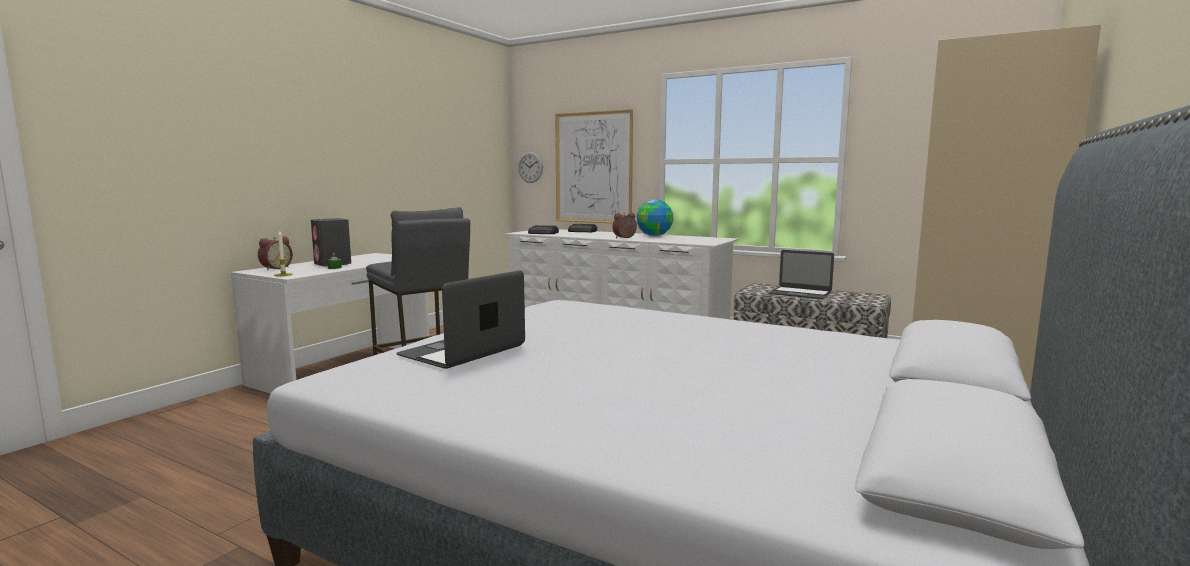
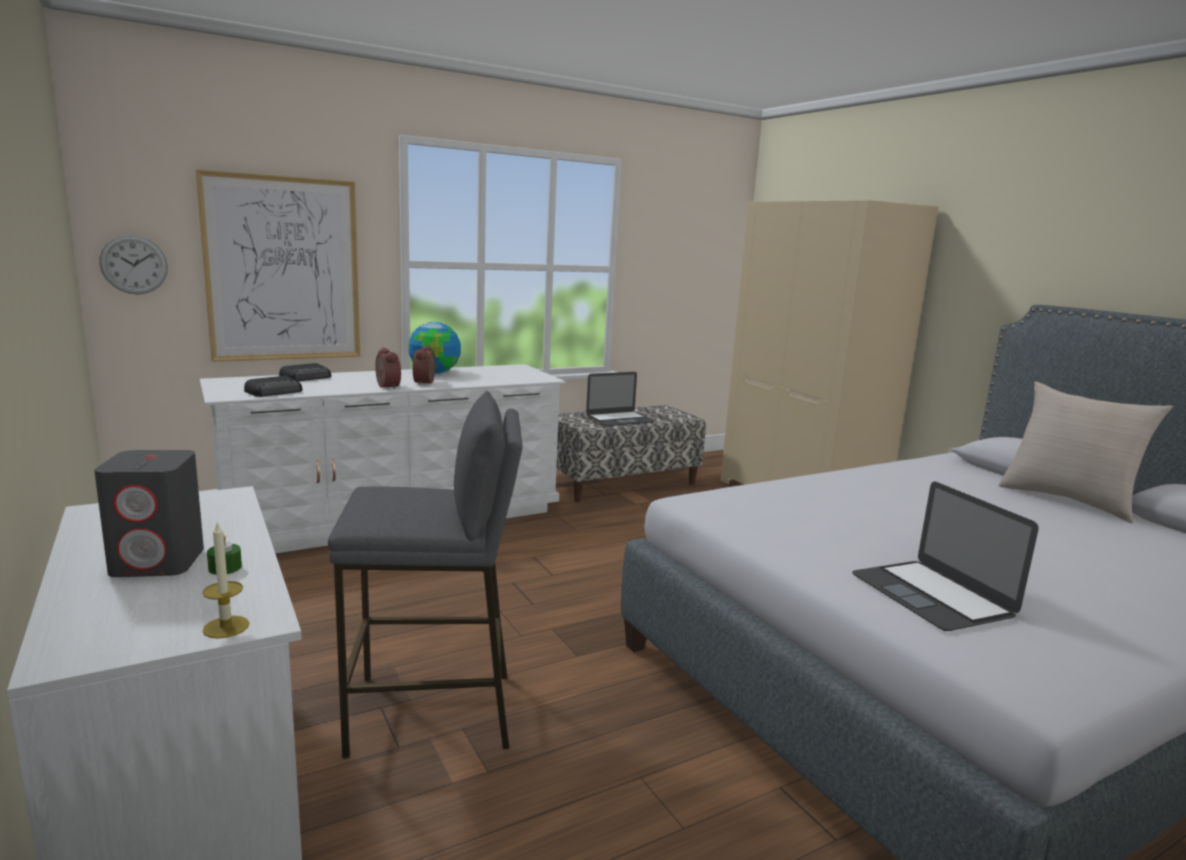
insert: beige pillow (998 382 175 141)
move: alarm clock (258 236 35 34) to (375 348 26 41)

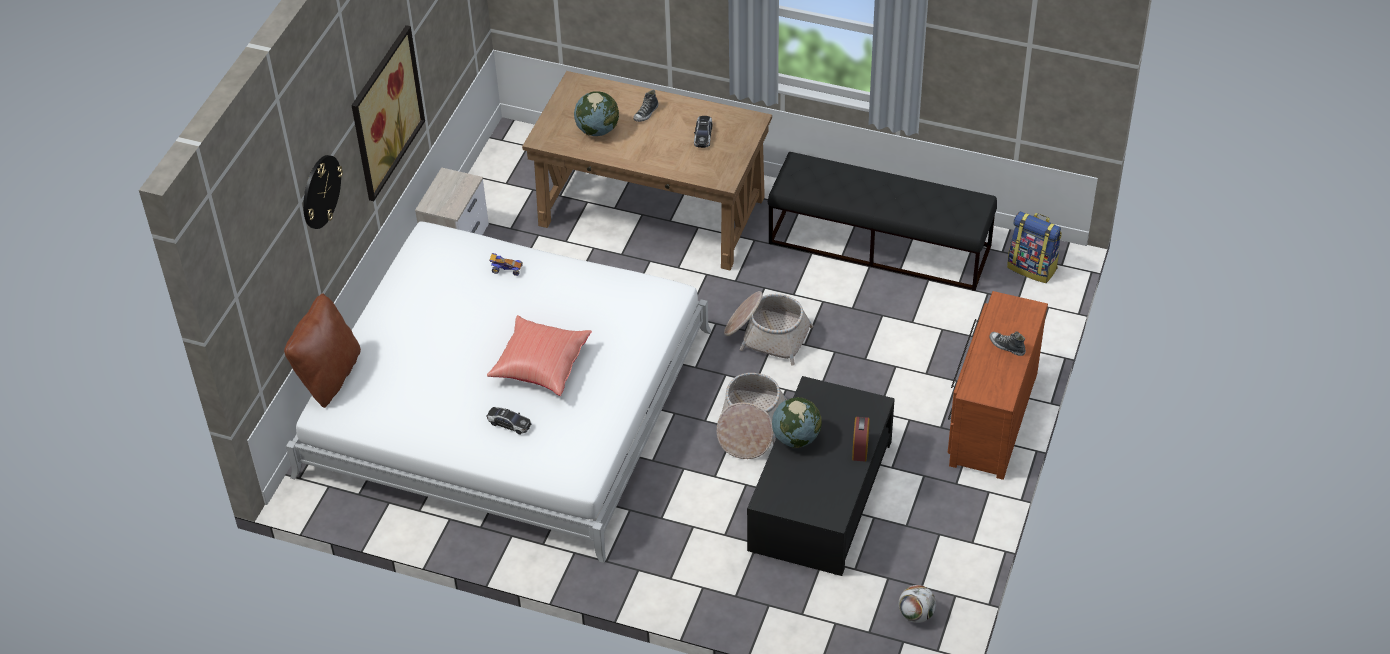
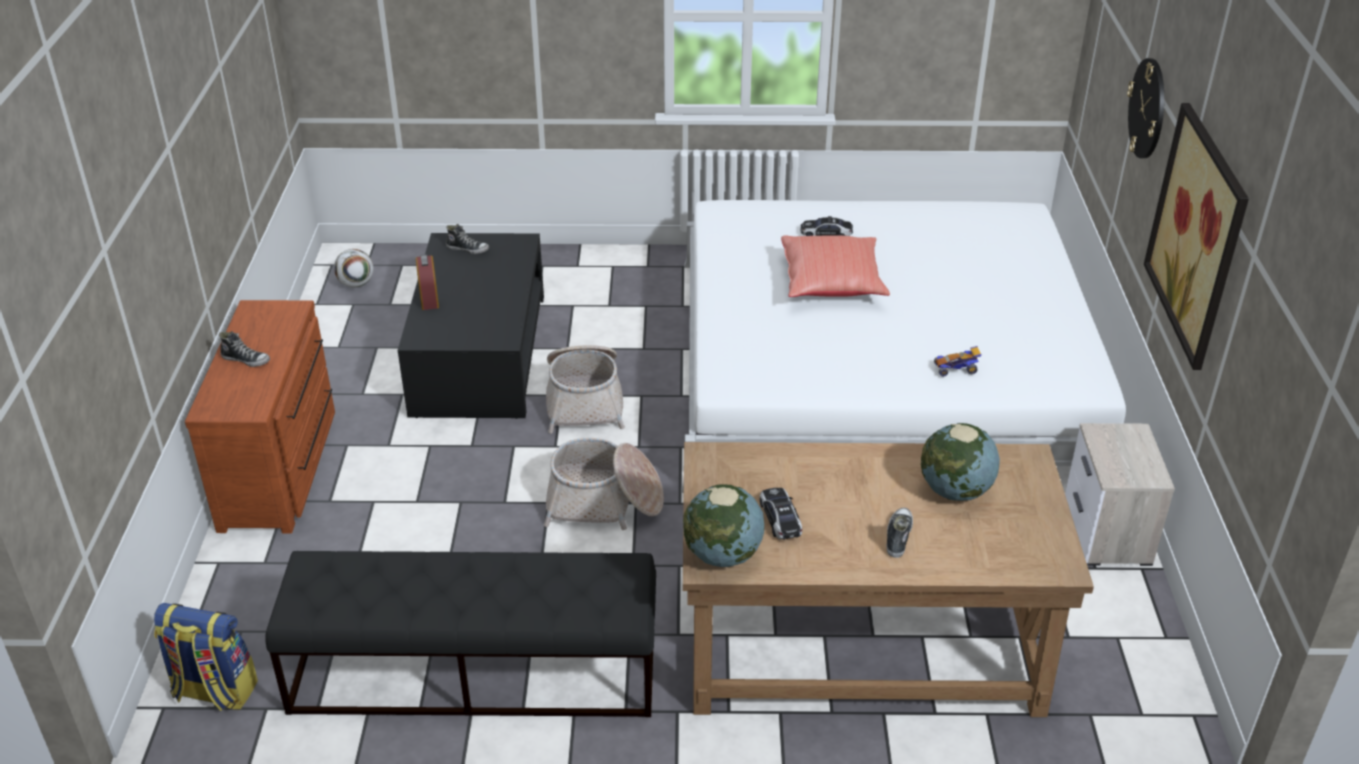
delete: brown pillow (284 293 77 115)
insert: shoe (446 224 43 30)
move: globe (772 397 50 51) to (683 484 81 83)

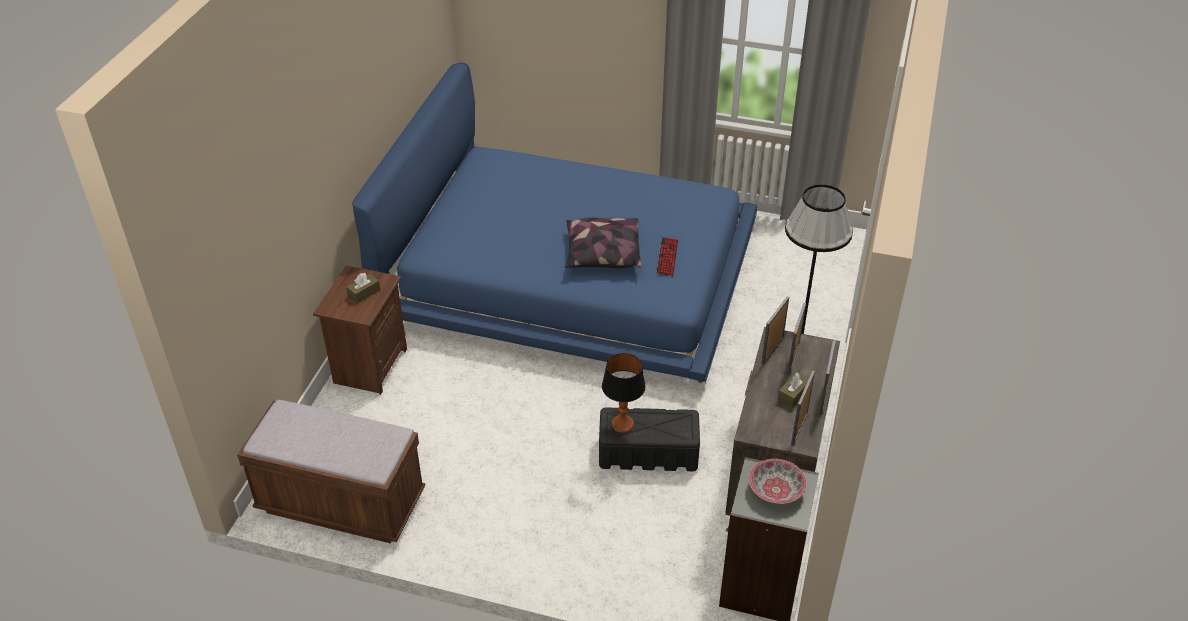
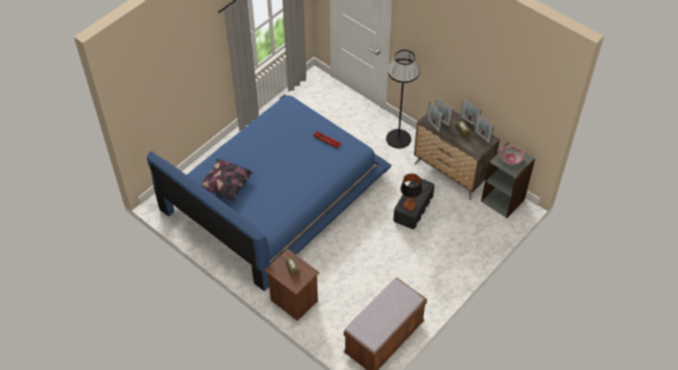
move: pillow (565 218 77 50) to (201 159 53 43)

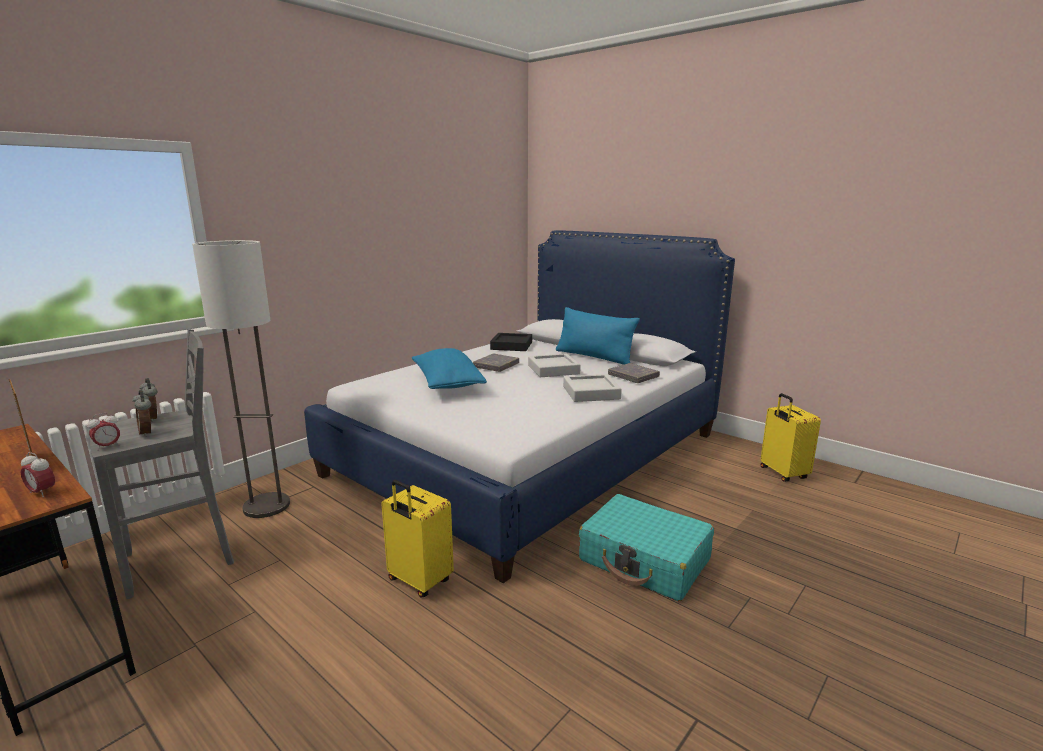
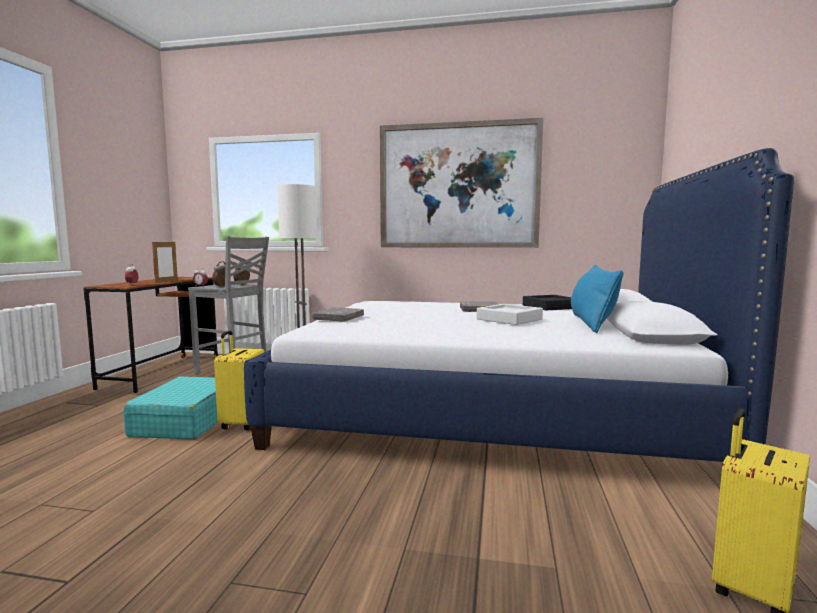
delete: blue pillow (412 348 75 41); grey tray (563 374 59 28)
insert: picture (380 118 163 130)
move: turquoise suitcase (579 494 135 107) to (123 376 95 64); grey book (608 363 52 20) to (312 307 52 14)

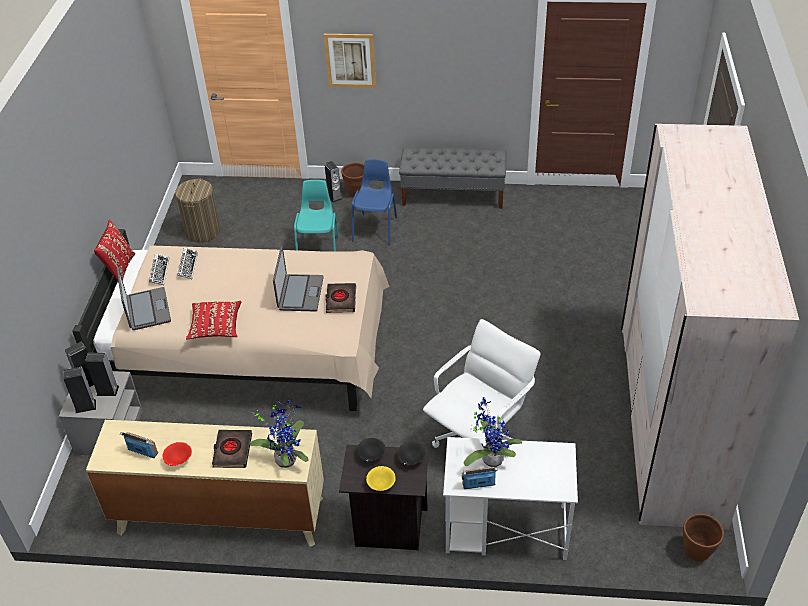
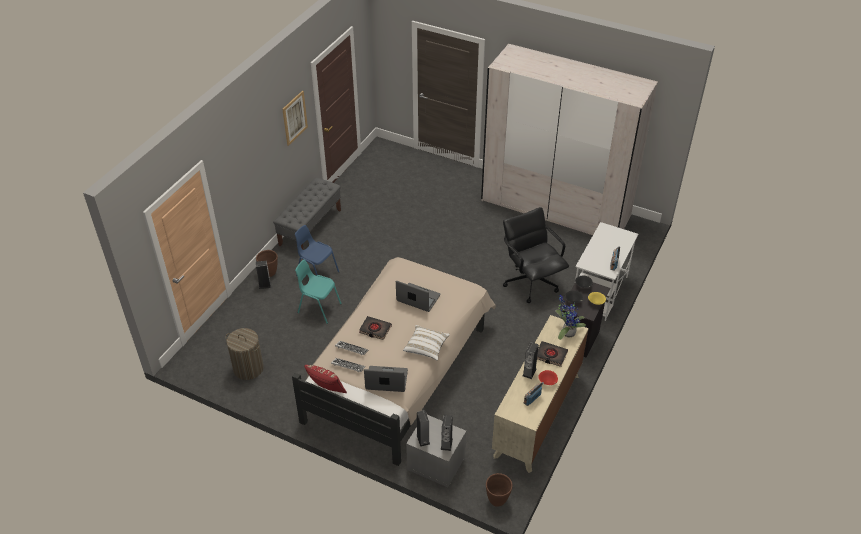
delete: potted plant (464 397 58 70)
move: speaker (85 353 34 43) to (523 342 16 37); picture (324 34 52 54) to (282 91 26 55); black book (326 283 30 30) to (359 316 33 24); brown planter (683 514 41 48) to (486 473 27 34)
recolor: red pillow (186 301 55 39) to white pillow (403 325 47 35); white office chair (423 319 118 129) to black office chair (503 207 66 96)

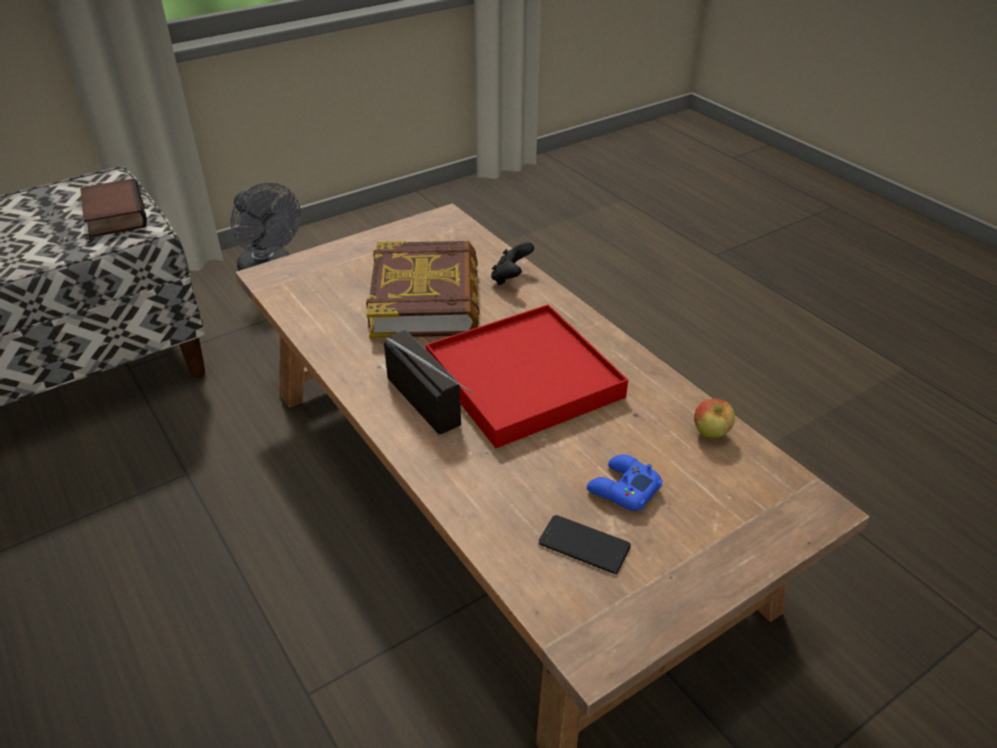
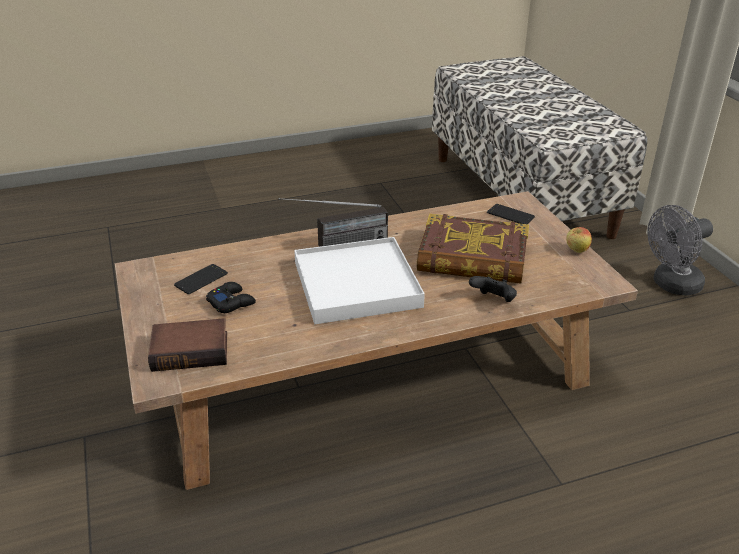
insert: phone (487 204 48 20)
move: book (80 178 67 60) to (148 318 79 54); apple (694 399 41 39) to (566 227 26 26)
recolor: red tray (426 304 202 144) to white tray (294 237 131 87); blue game controller (587 455 76 56) to black game controller (206 282 50 31)

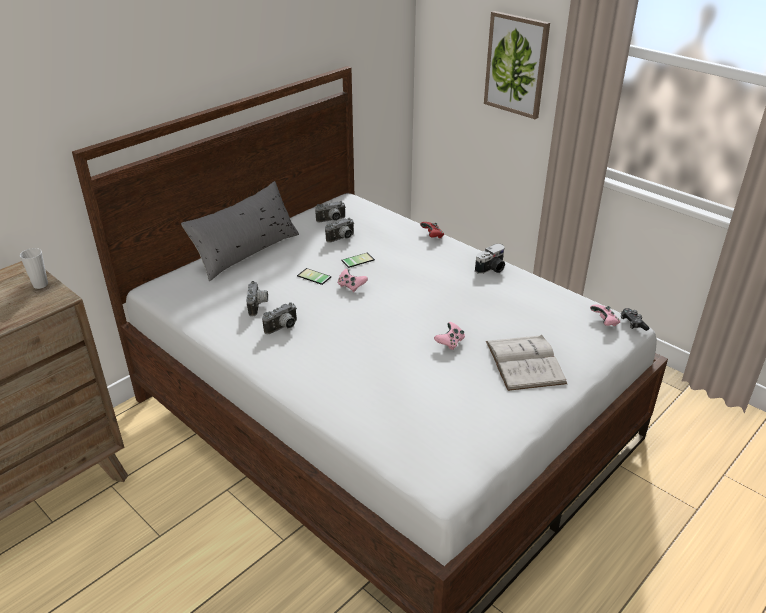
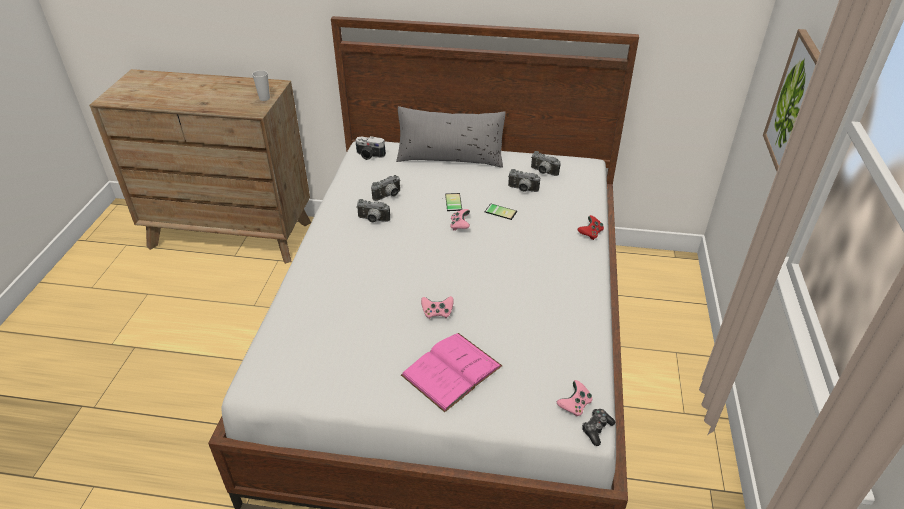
move: photo camera (475 244 30 30) to (355 136 31 24)
recolor: white book (486 335 82 56) to pink book (401 333 101 79)

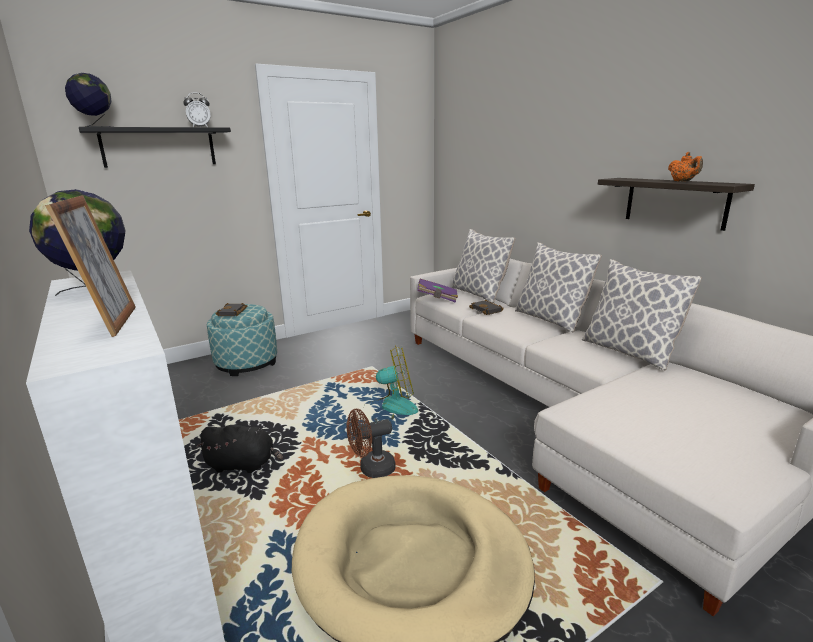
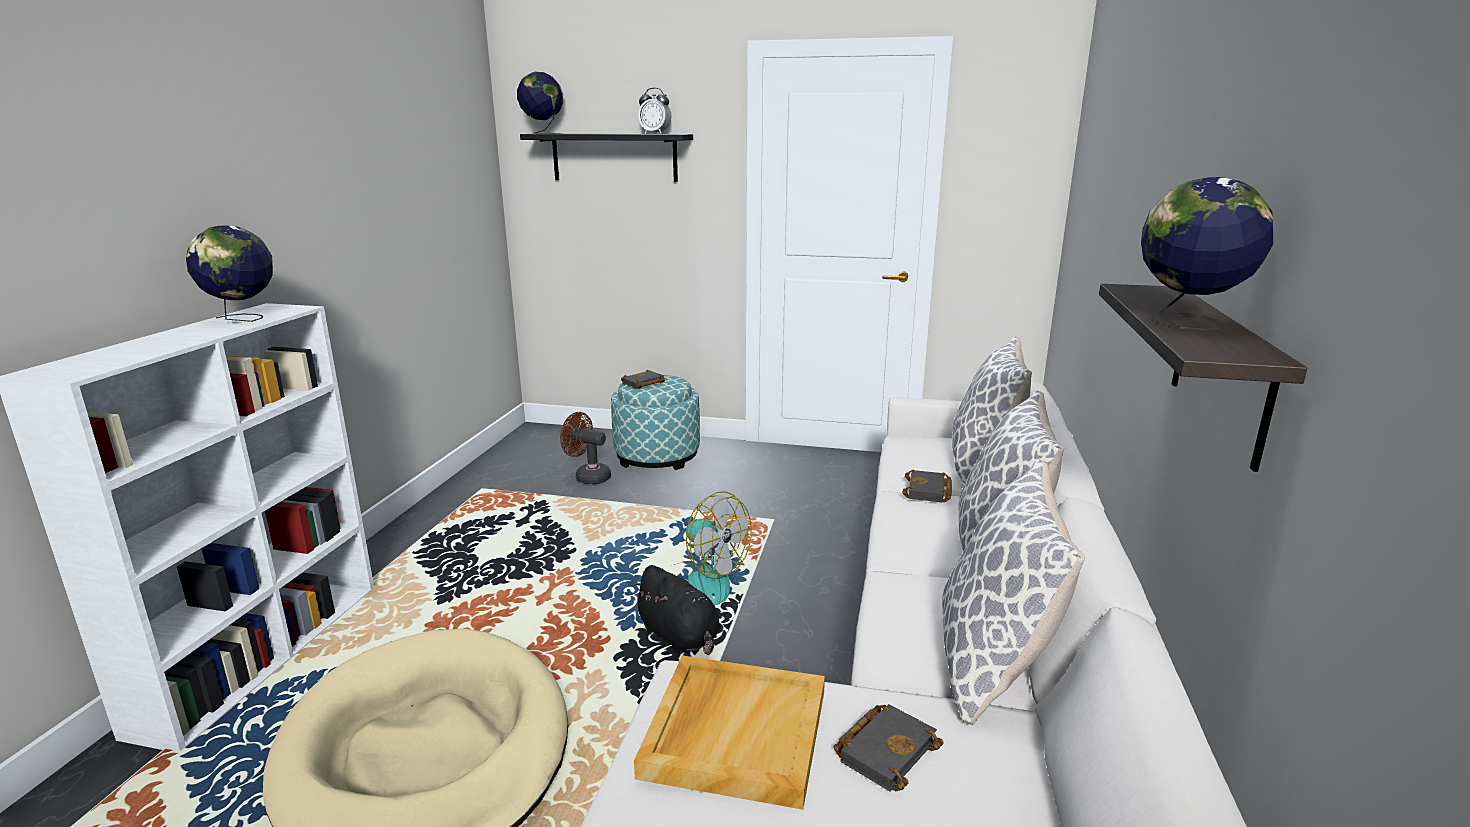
delete: picture frame (45 195 91 142); purple book (417 279 41 24)
insert: beige tray (634 656 191 154); black book (834 704 110 88)
move: black plush toy (196 425 87 48) to (632 565 89 90); brown fan (347 409 49 69) to (560 412 51 73)
replace: orange teapot (668 152 35 30) to globe (1141 177 132 153)

